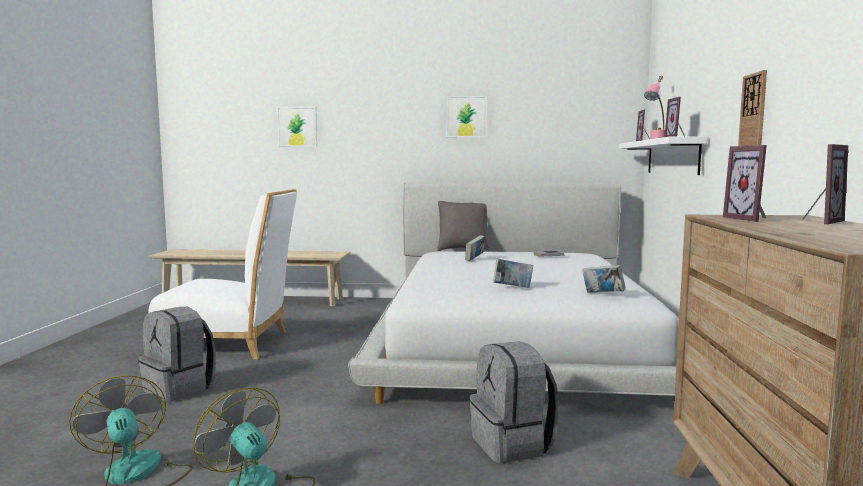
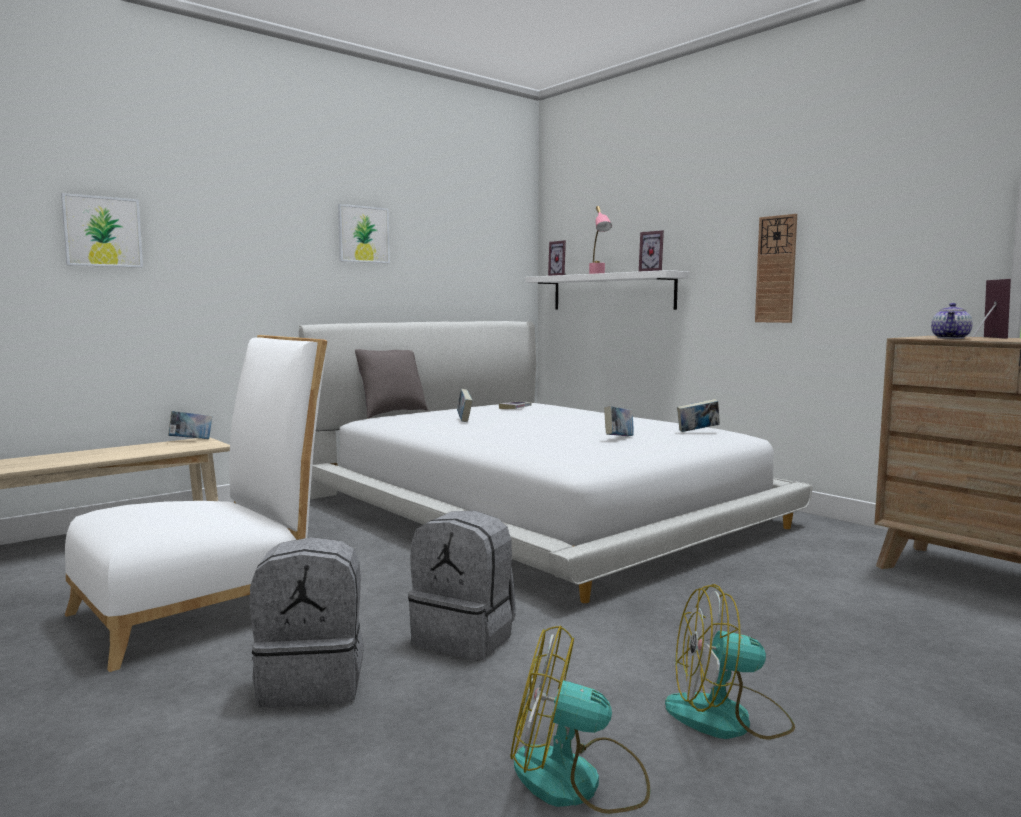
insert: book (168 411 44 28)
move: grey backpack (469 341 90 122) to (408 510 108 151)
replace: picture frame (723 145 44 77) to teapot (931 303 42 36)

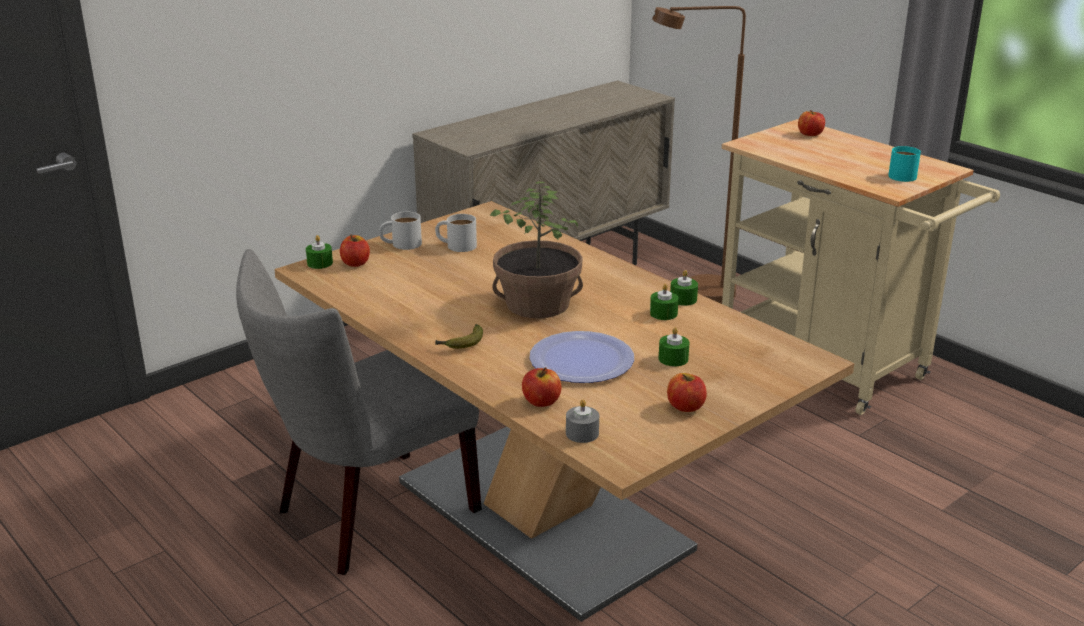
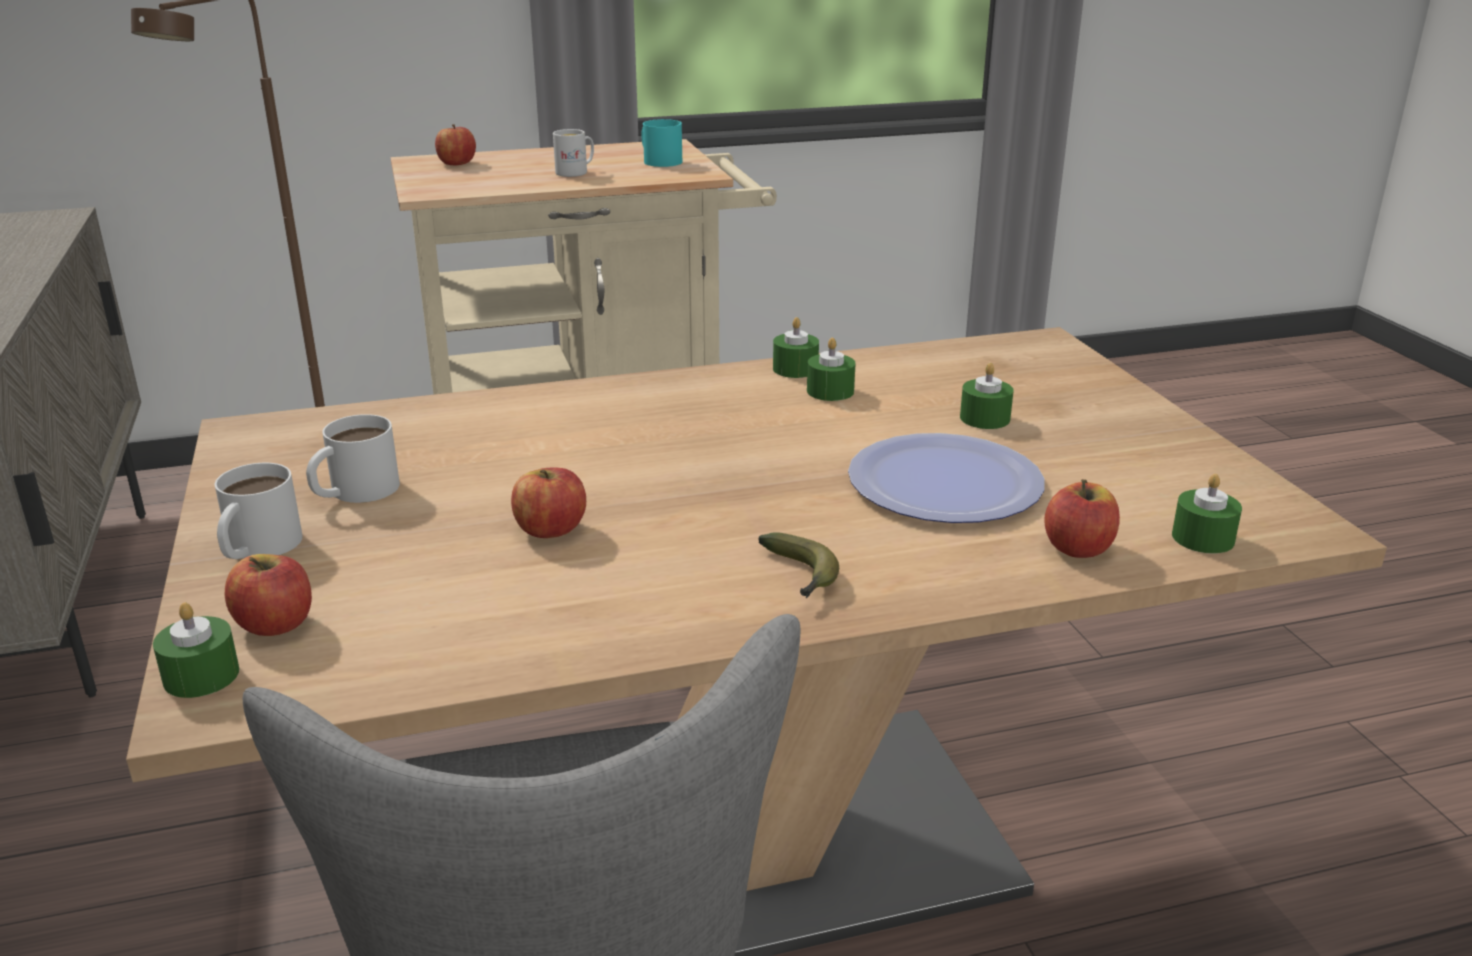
delete: potted plant (490 181 93 137)
insert: white mug (553 129 41 48)
move: apple (667 373 40 39) to (511 468 75 70)
recolor: grey candle (566 399 33 44) to green candle (1172 474 70 80)

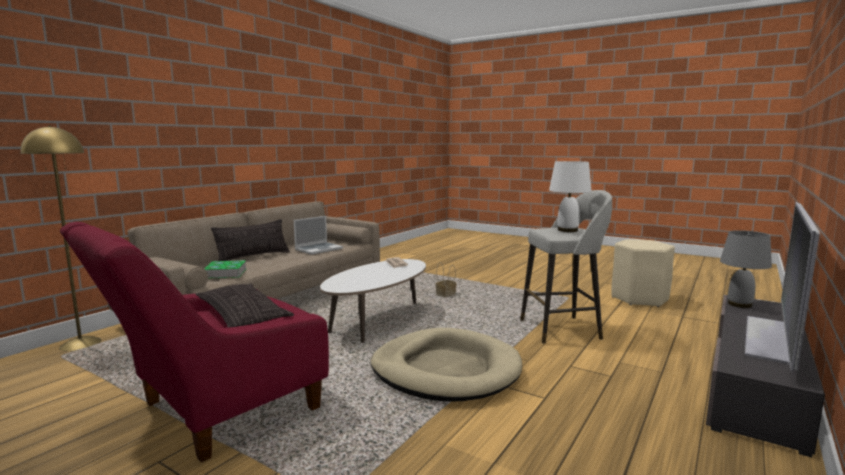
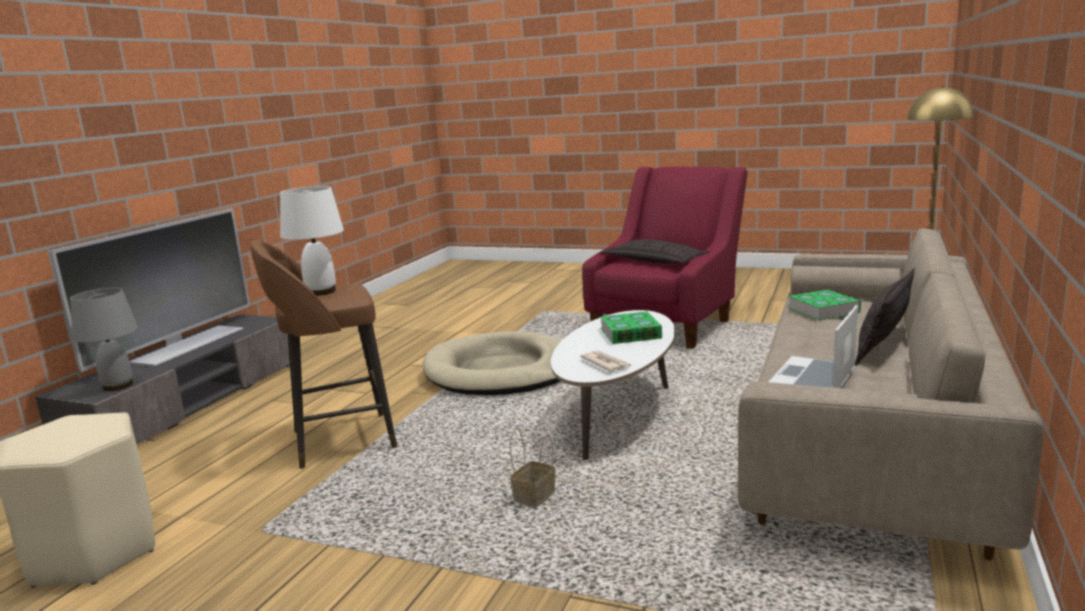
insert: book (600 311 62 33)
recolor: grey stool (520 190 92 154) to brown stool (250 240 148 229)

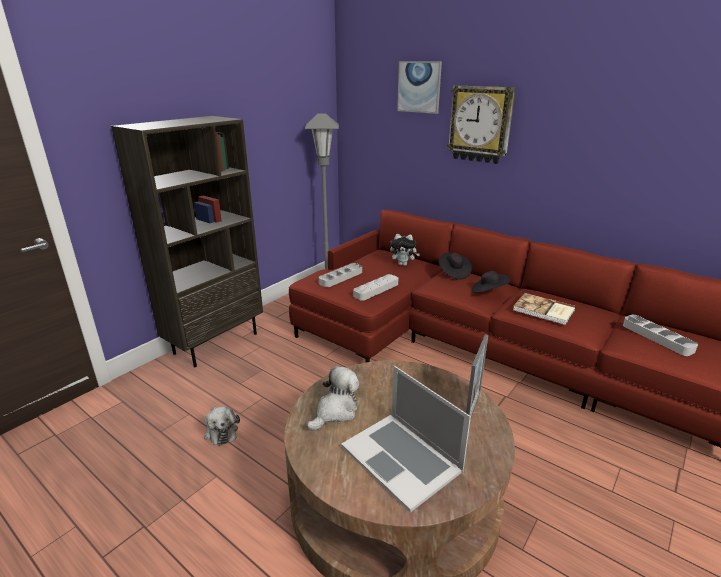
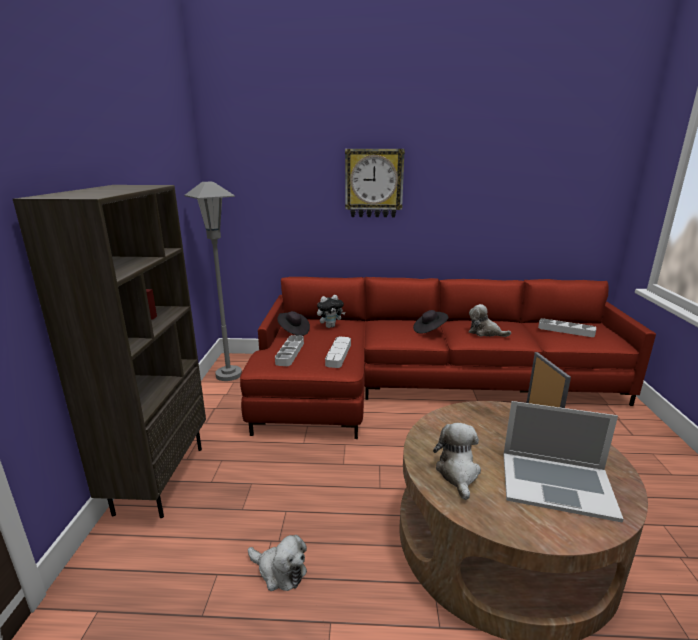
delete: picture (397 61 45 53)
move: black hat (439 253 33 27) to (278 311 32 25)
replace: book (513 293 63 32) to plush toy (469 304 42 33)

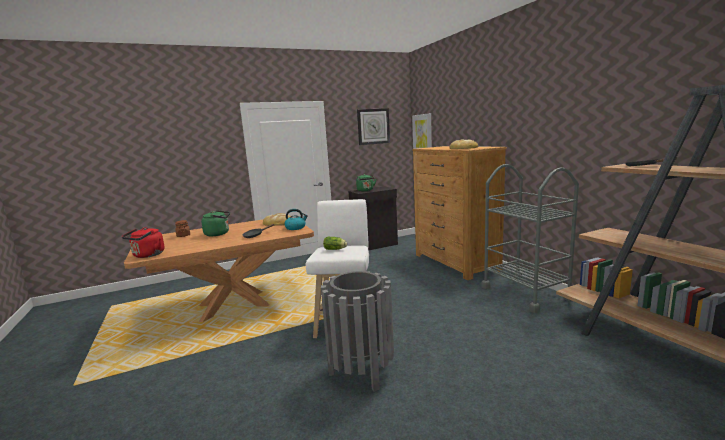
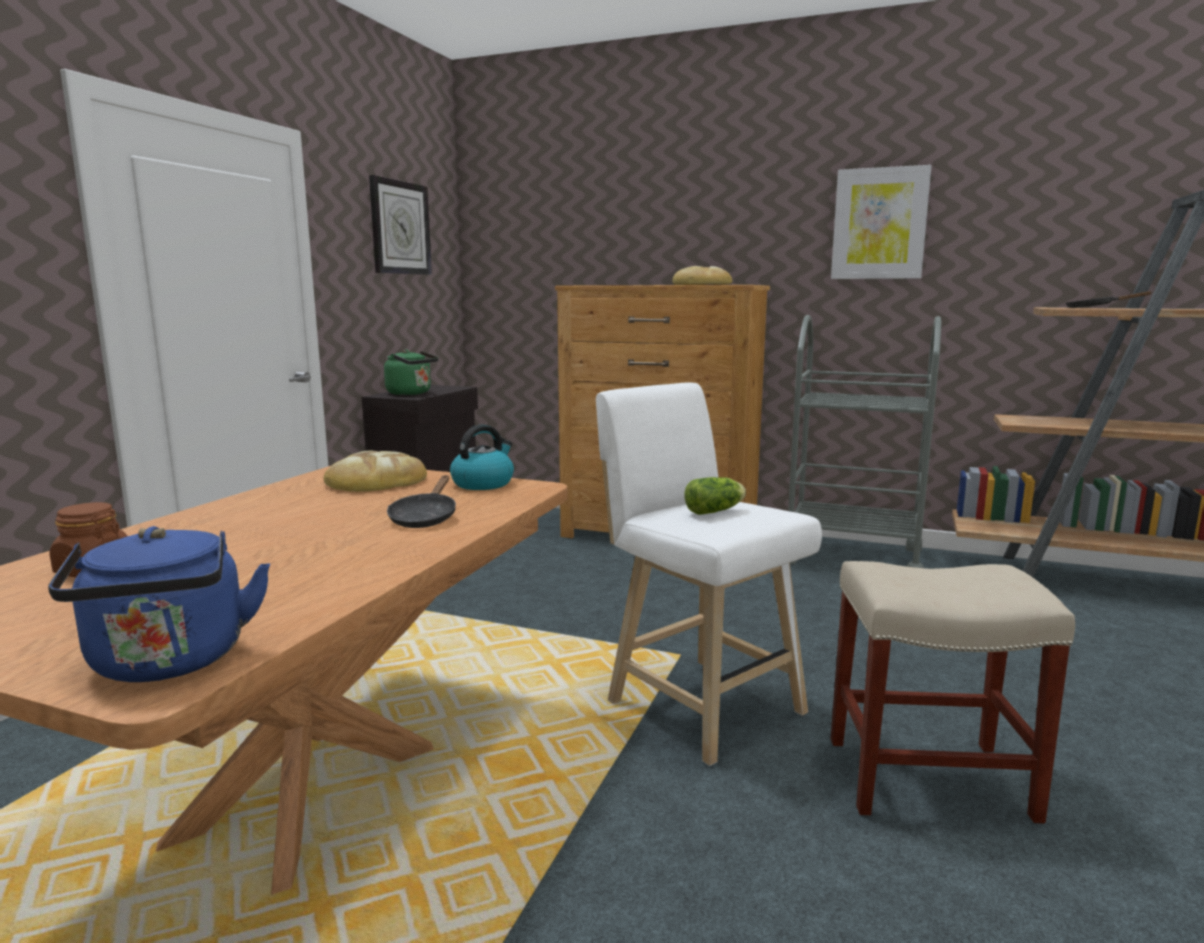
delete: green kettle (201 210 29 26)
move: picture (412 113 20 36) to (831 165 101 114)
replace: grey trash can (321 271 73 121) to beige stool (831 561 244 262)
recolor: red kettle (122 227 42 31) to blue kettle (48 526 222 156)

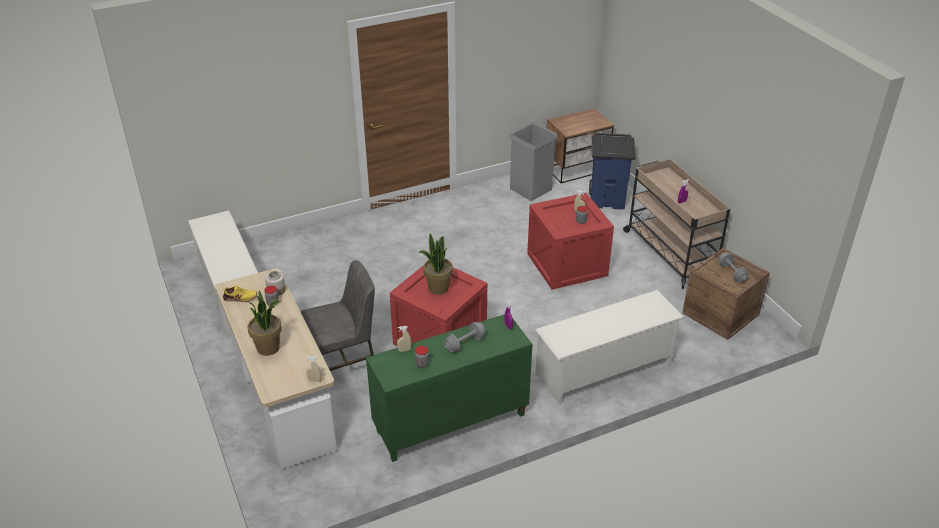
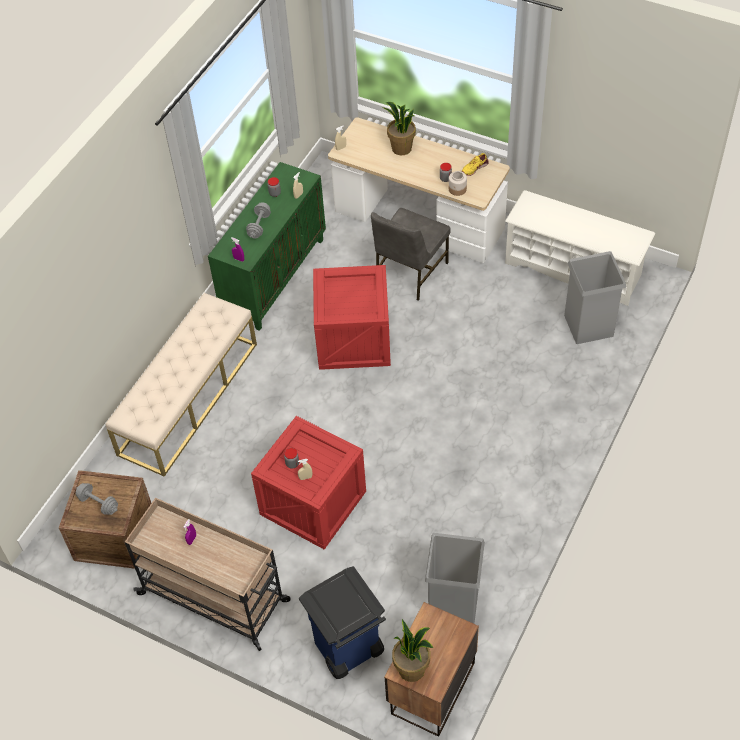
insert: grey trash can (564 251 62 93)
move: potted plant (418 233 35 62) to (392 619 41 63)
replace: white shoe rack (535 290 150 115) to beige bench (106 293 151 184)

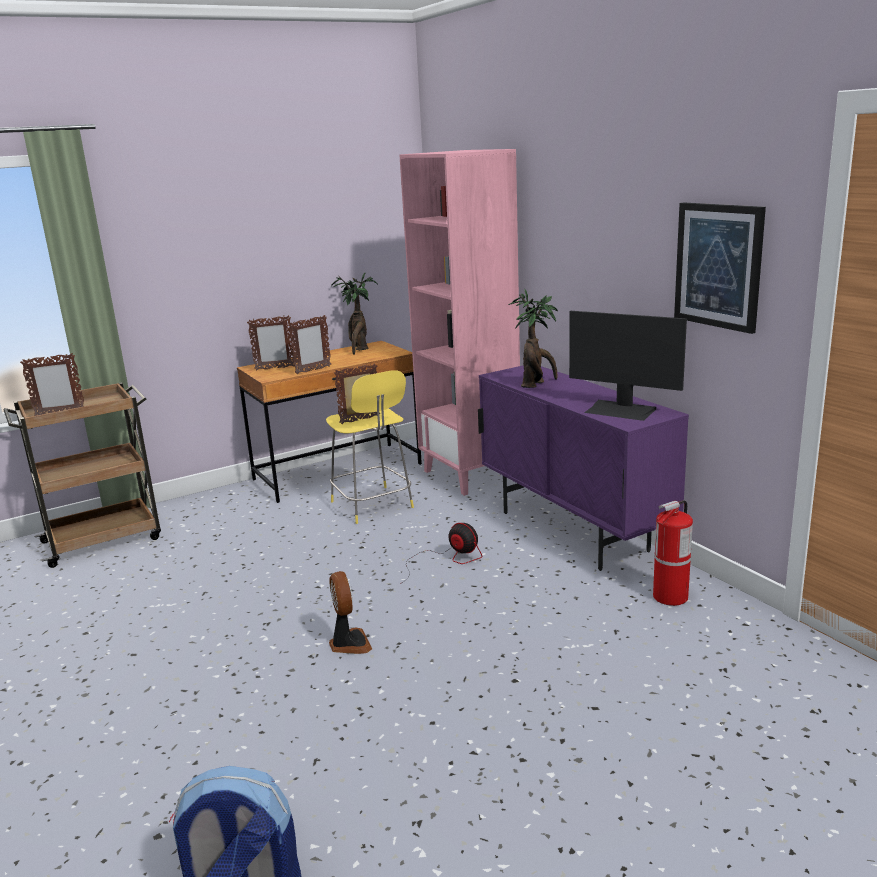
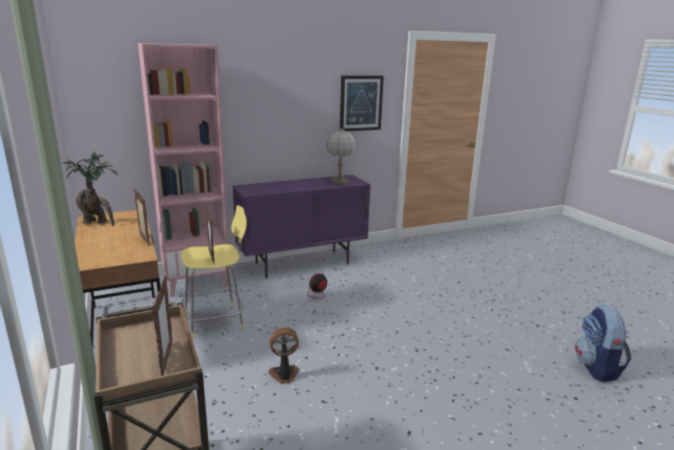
delete: picture frame (247 315 48 55); potted plant (508 288 50 100); fire extinguisher (653 500 40 106)
move: fan (329 571 43 83) to (268 327 31 56)
replace: monitor (569 311 118 110) to table lamp (326 128 30 56)

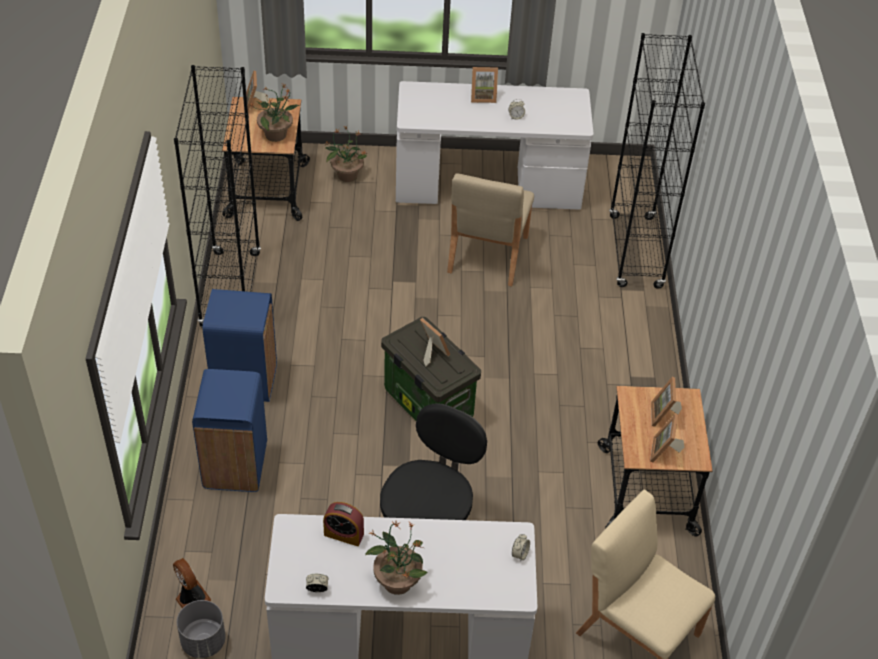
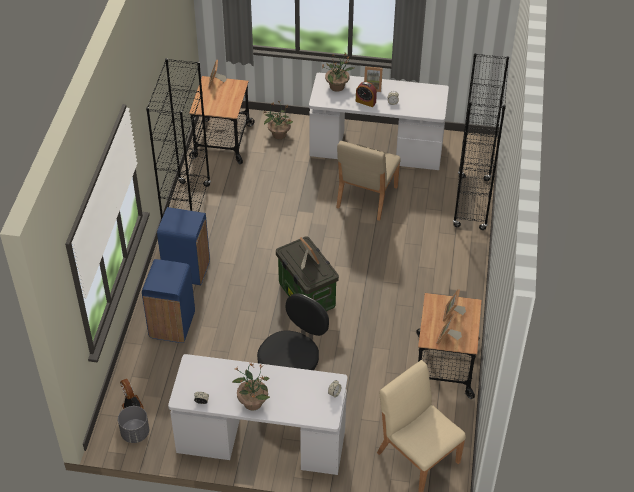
move: potted plant (251 84 49 58) to (321 52 33 40); alarm clock (323 502 41 44) to (356 82 21 25)

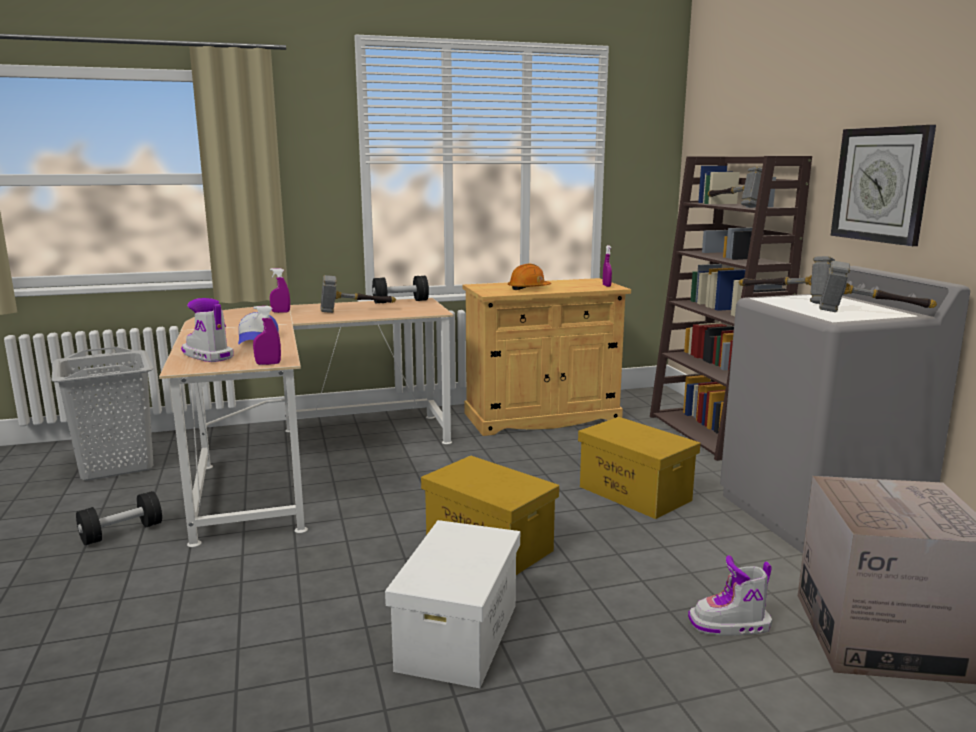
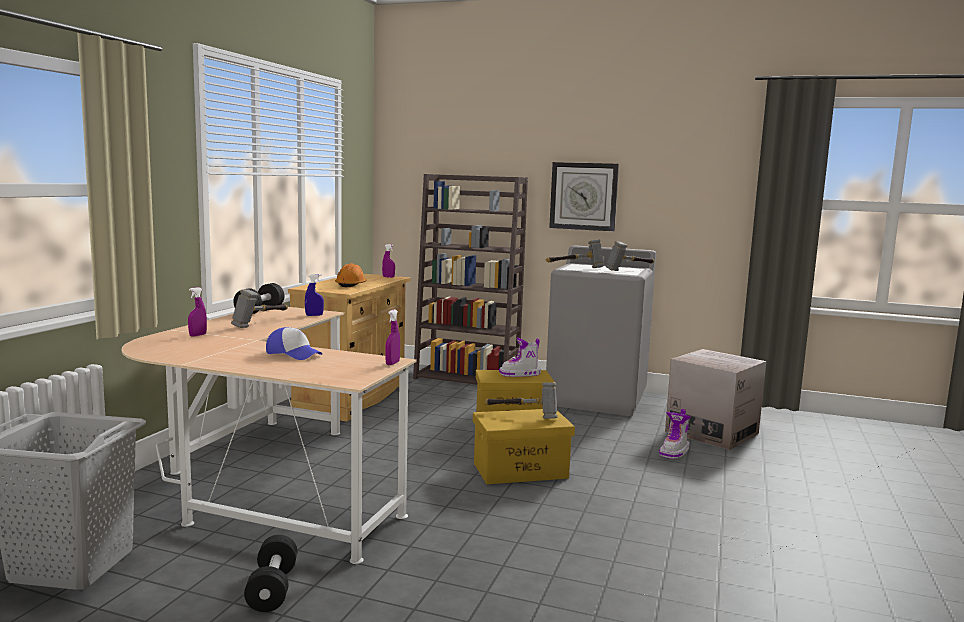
delete: white storage box (385 520 135 168)
insert: blue spray bottle (305 274 19 42)
move: boot (181 298 53 64) to (499 337 42 40); hammer (708 167 54 40) to (483 382 75 37)

